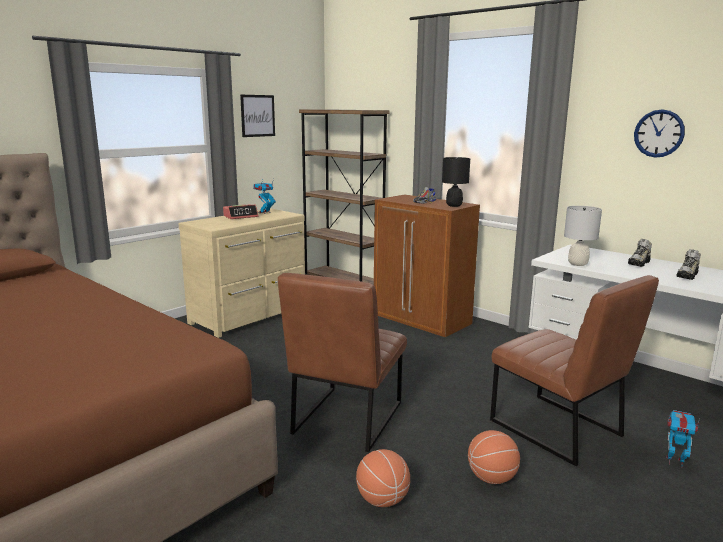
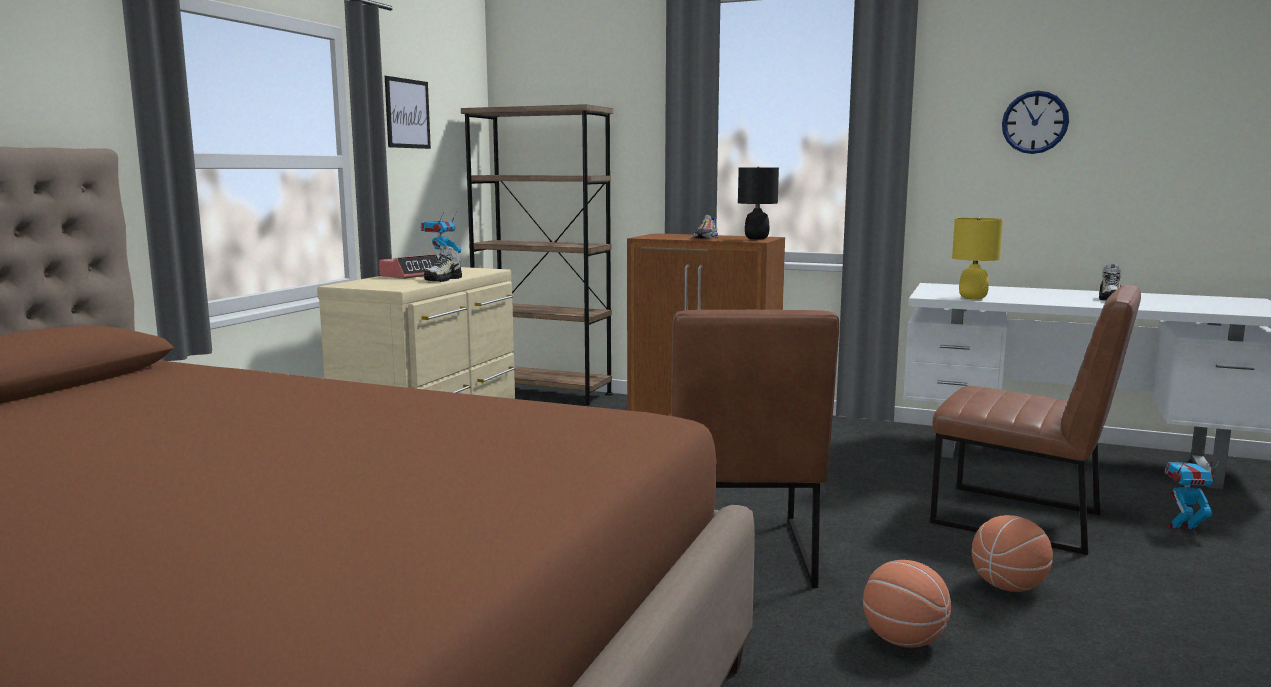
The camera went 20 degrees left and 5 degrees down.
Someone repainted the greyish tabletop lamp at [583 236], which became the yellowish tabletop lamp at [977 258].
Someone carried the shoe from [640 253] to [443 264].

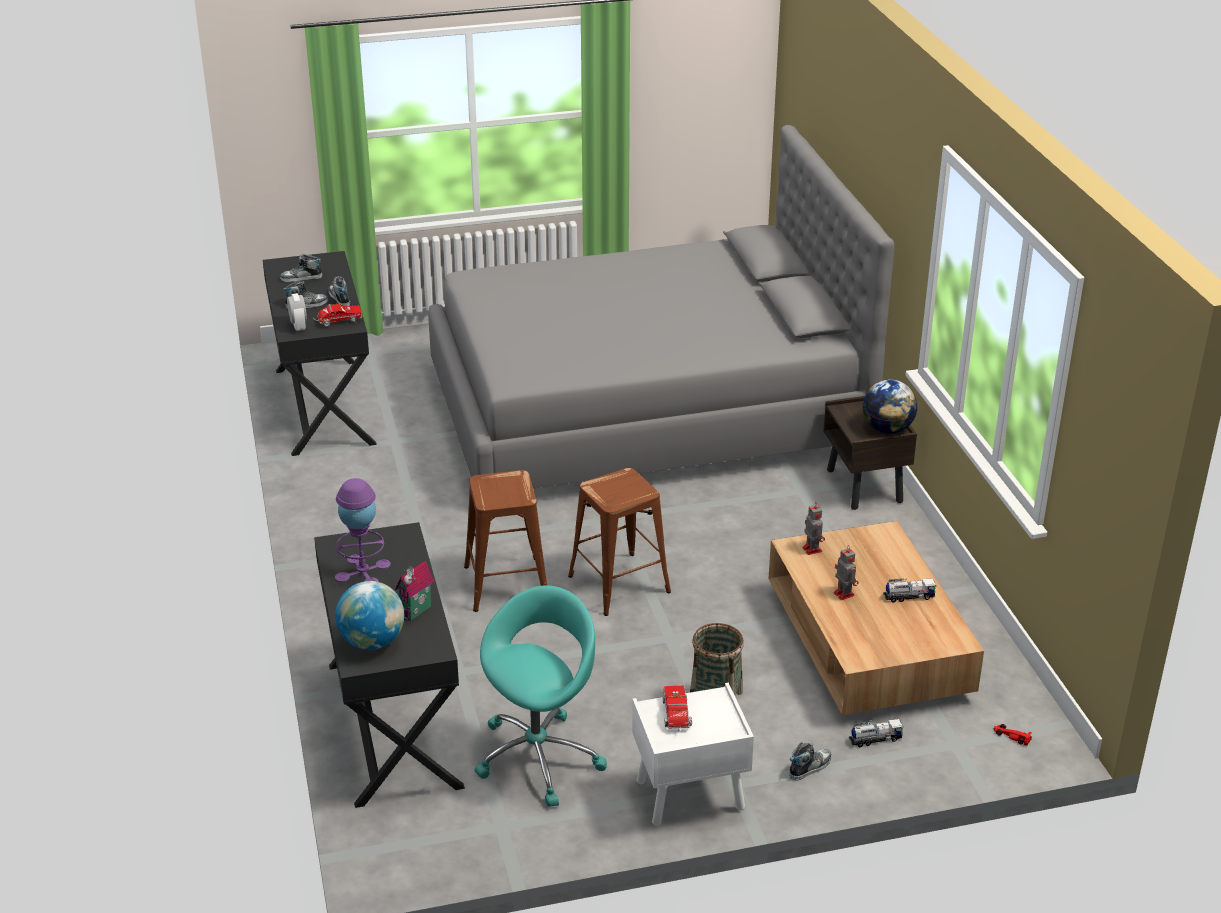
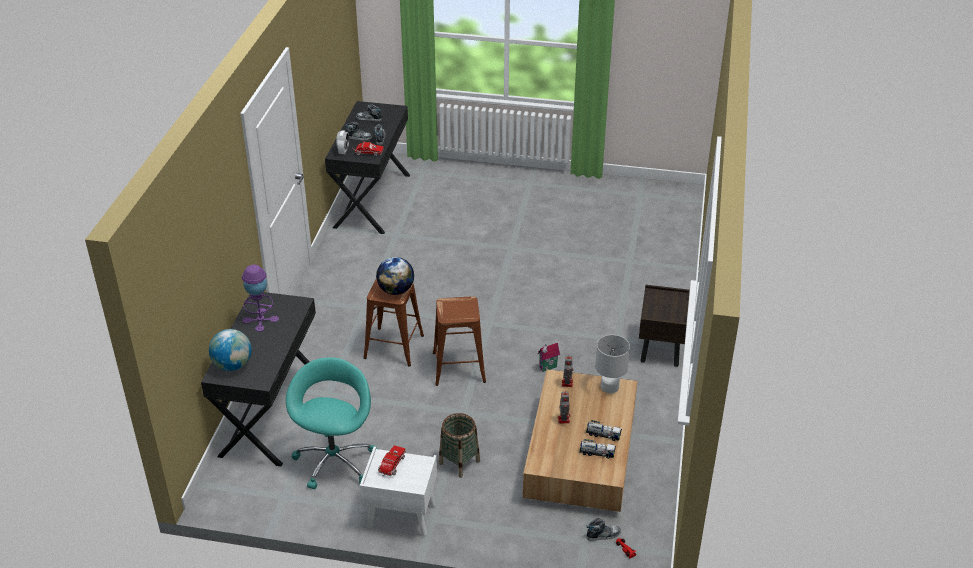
The camera went 25 degrees right and 5 degrees up.
Someone carried the miniature house from [414 590] to [549 357].
Someone took away the greyish sleeping bed at [661 307].
Someone rotated the blue-green desk chair at [541 696] by 60 degrees counterclockwise.
Someone carried the shoe from [810 761] to [603 529].
Someone carried the model truck from [876 733] to [597 449].
Someone carried the world globe from [890 407] to [395 276].
Someone put down the greyish tabletop lamp at [612 364].

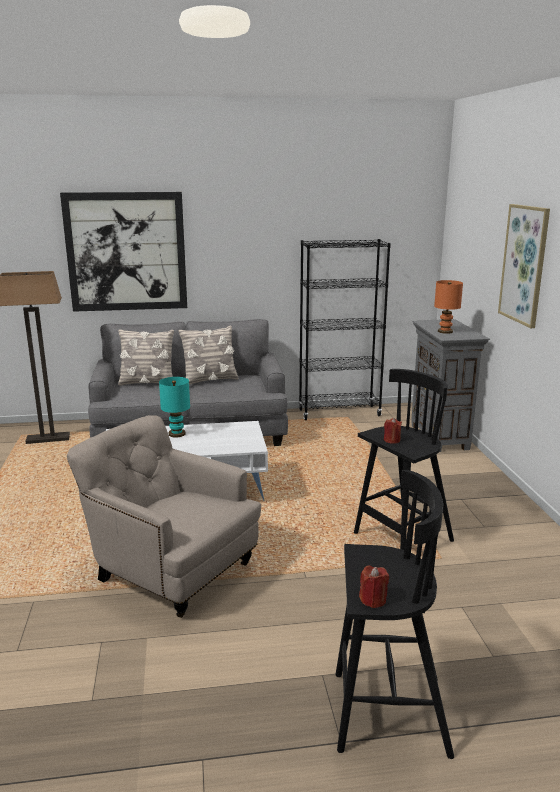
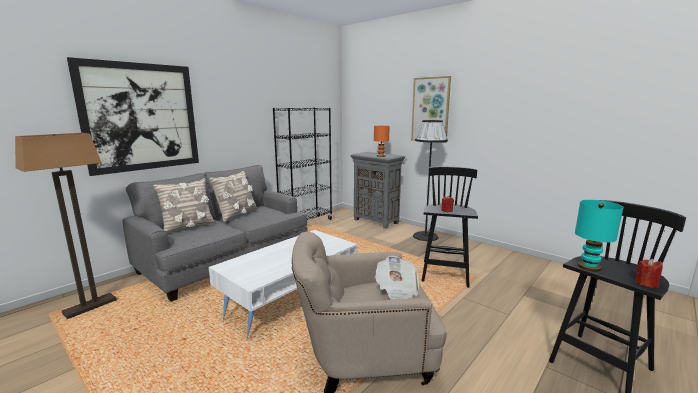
The camera went 40 degrees left and 5 degrees down.
Someone carried the blue-green tabletop lamp from [174 407] to [599 236].
Someone put down the daily paper at [397 278].
Someone put down the black-coloured standing lamp at [430 180].

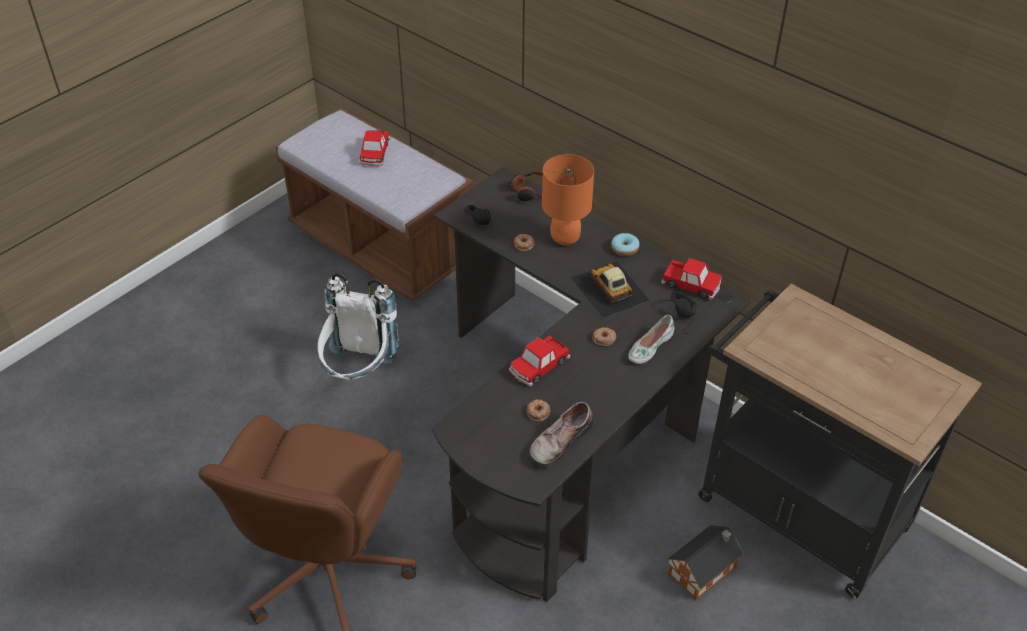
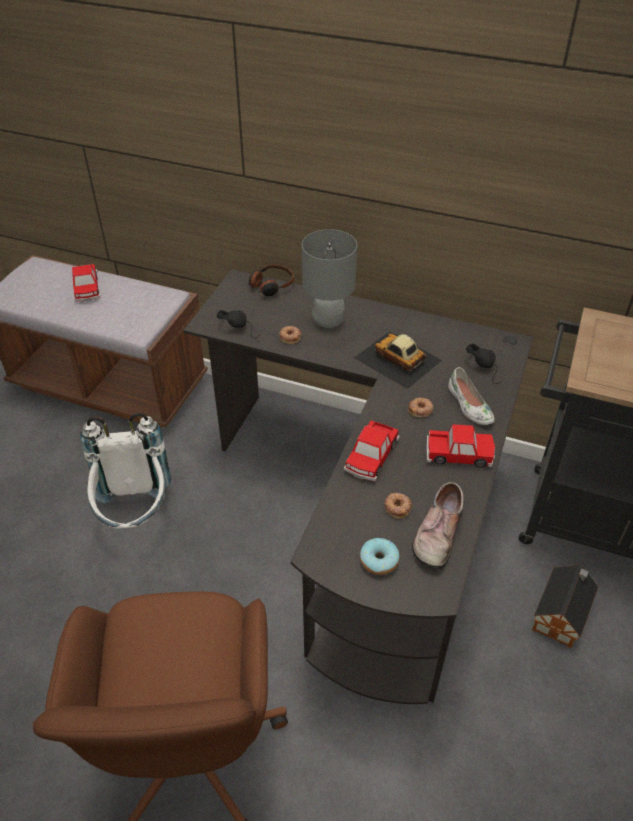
The camera went 20 degrees left and 0 degrees up.
Someone repainted the orangey tabletop lamp at [568 199], which became the greyish tabletop lamp at [329 278].
Someone carried the doughnut from [625 244] to [380 556].
Someone rotated the white-coloured shoe at [651 339] by 45 degrees counterclockwise.
Someone carried the miniature car from [691 279] to [460 445].

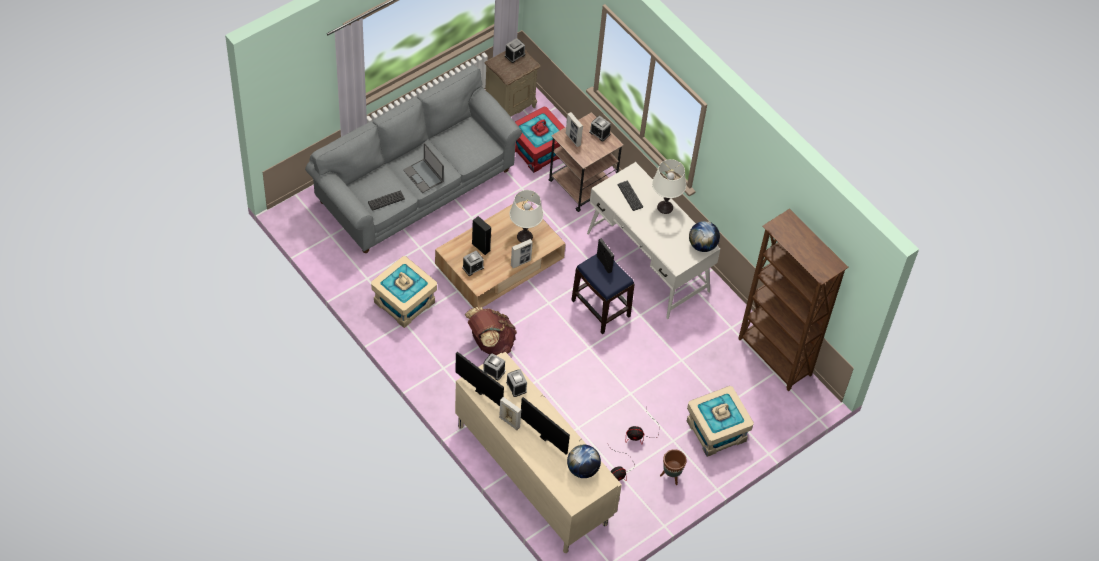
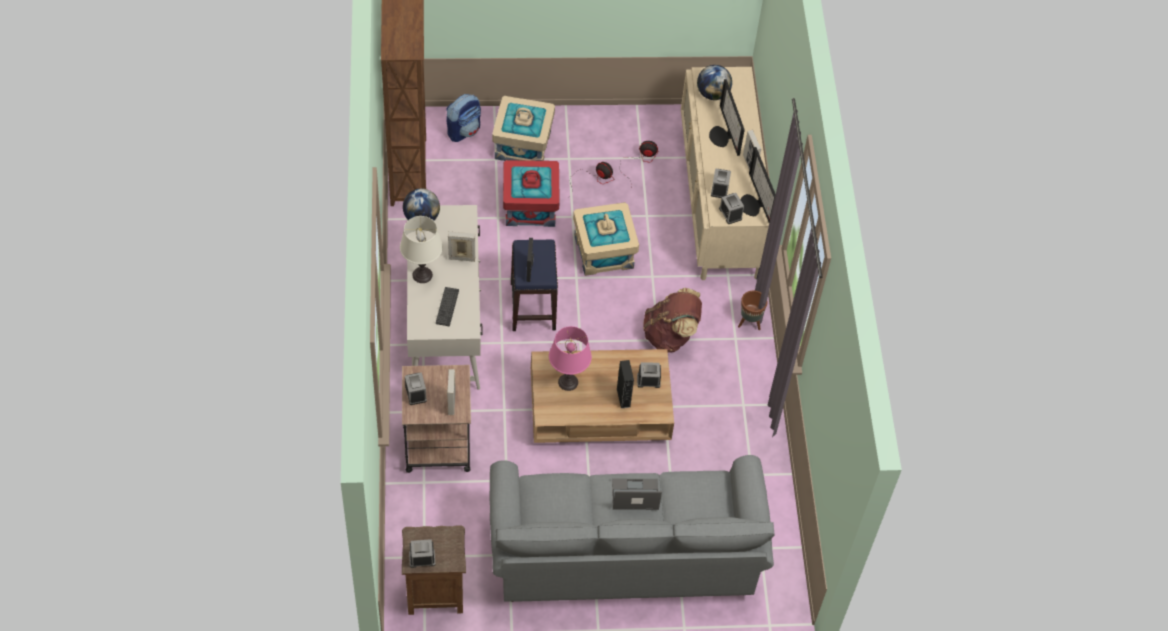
The camera went 145 degrees left and 0 degrees up.
Someone took away the computer keyboard at [386 201].
Someone carried the beige storage container from [404 292] to [606 239].
Someone rotated the laptop at [423 168] by 90 degrees counterclockwise.
Someone repainted the white-coloured tabletop lamp at [526 216], which became the pinkish tabletop lamp at [570 358].
Someone carried the photo frame from [522 253] to [461 247].
Someone carried the red-coloured storage container from [540 140] to [531 193].
Someone carried the brownish planter from [673 467] to [753 310].
Someone put down the knapsack at [463 118].

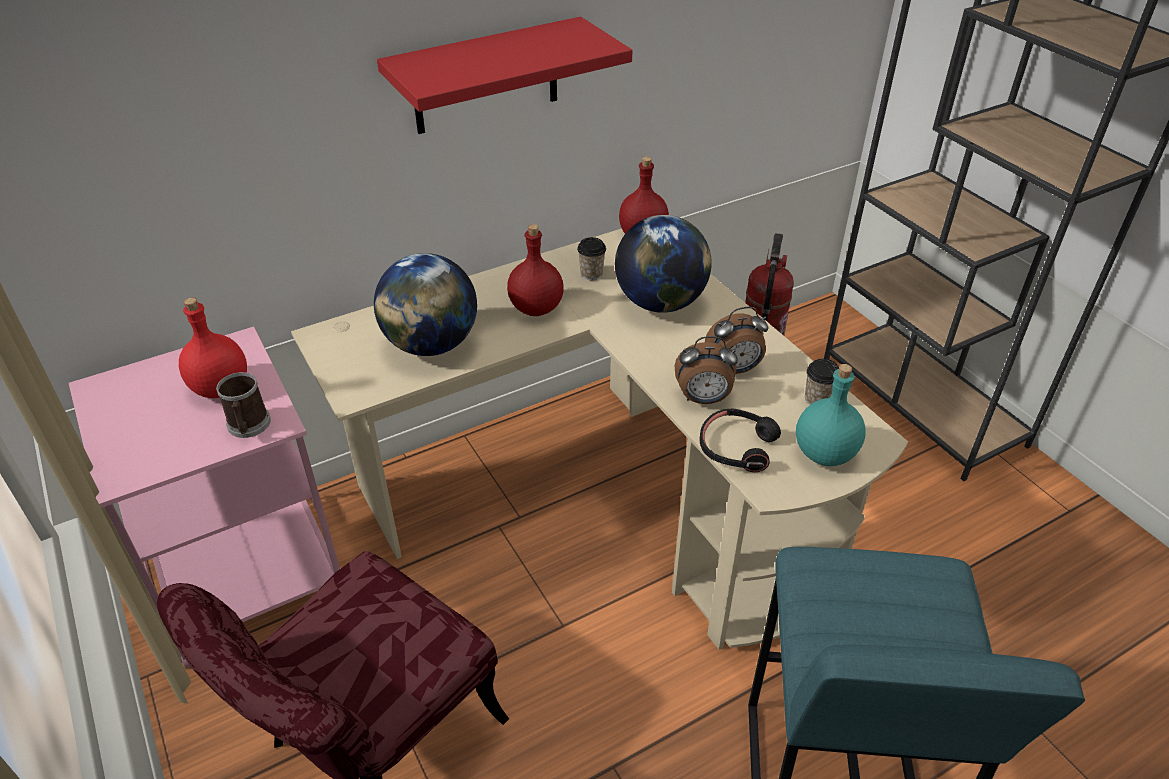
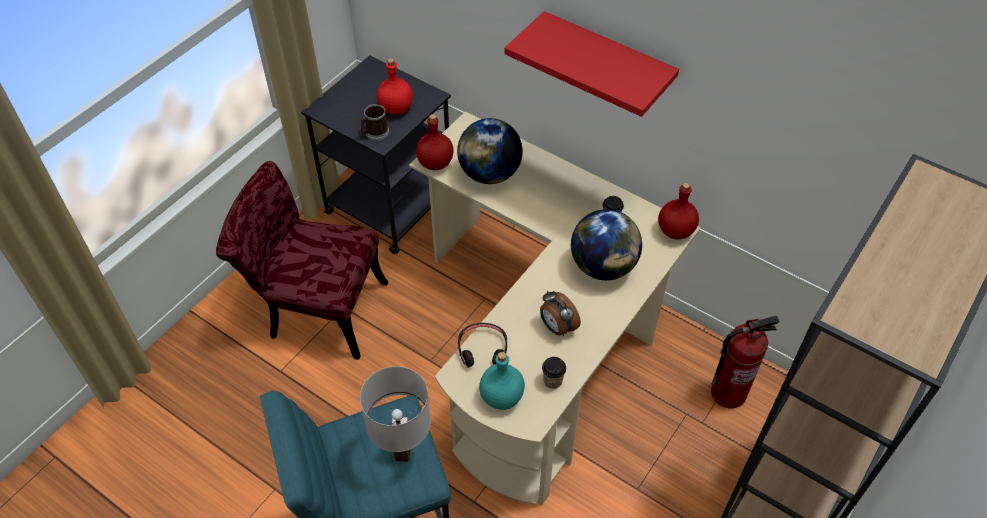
The camera went 65 degrees right and 10 degrees up.
Someone repainted the pinkish trolley at [204 498], which became the black-coloured trolley at [376 154].
Someone carried the red-coloured bottle from [535 270] to [435 142].
Someone took away the bedside clock at [706 370].
Someone put down the white-coloured tabletop lamp at [395 414].

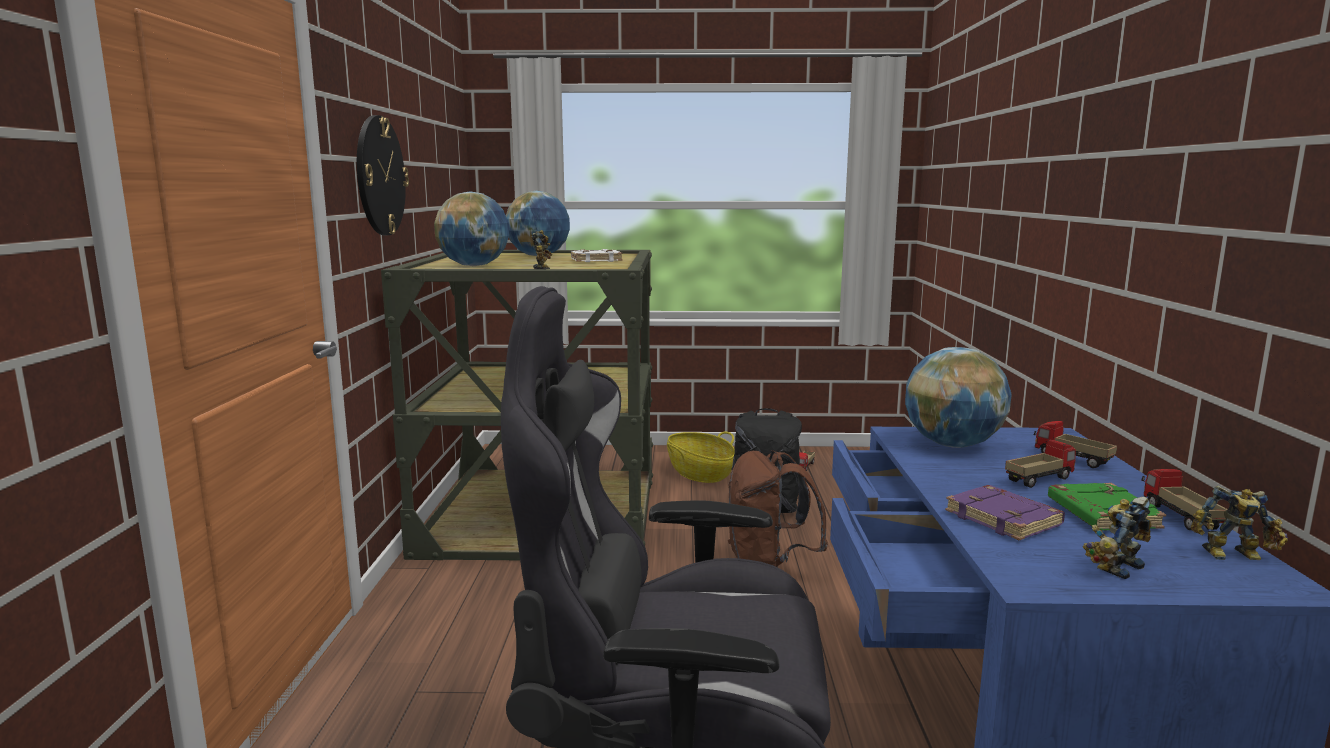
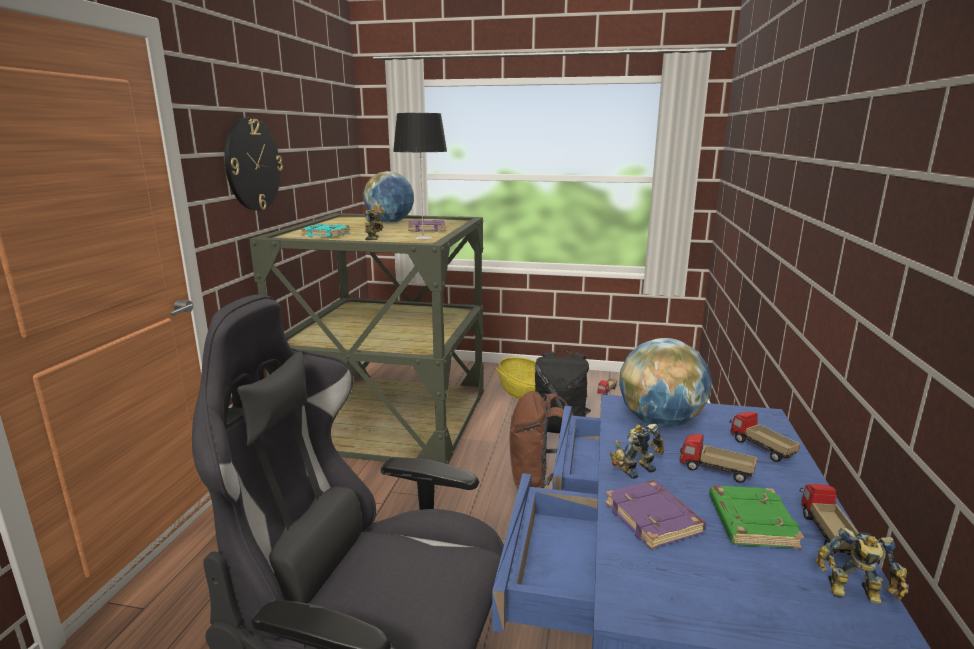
The camera went 10 degrees right and 5 degrees up.
Someone swapped the world globe at [471 228] for the blue-green book at [325 230].
Someone repainted the white-coloured book at [596 255], which became the purplish book at [426 226].
Someone rotated the model truck at [1040 464] by 135 degrees counterclockwise.
Someone carried the model robot from [1117 538] to [637 451].
Someone put down the tabletop lamp at [420 176].

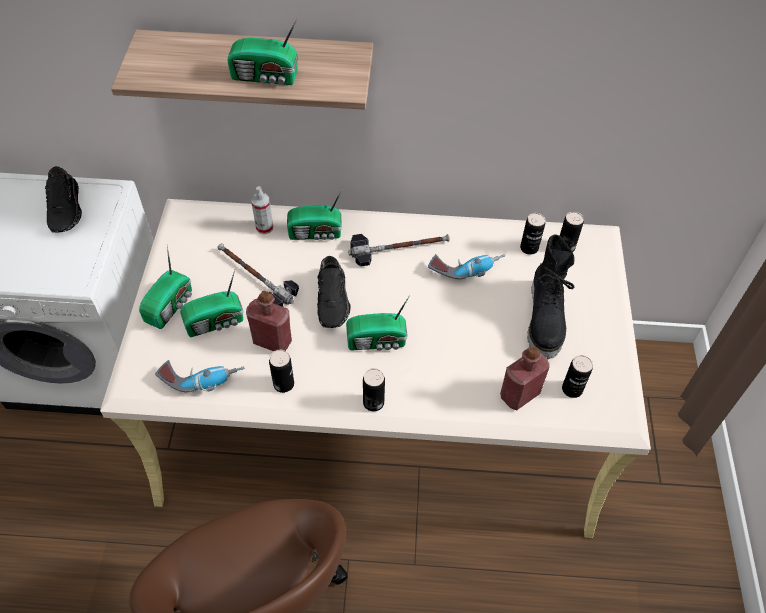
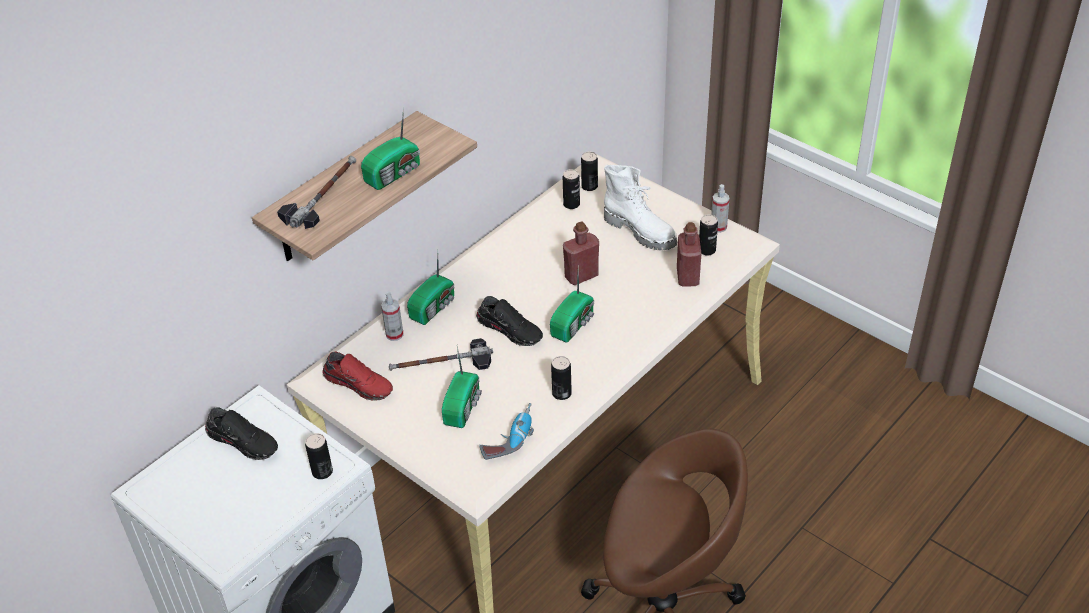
The camera went 50 degrees left and 10 degrees down.
Someone took away the radio receiver at [165 287].
Someone carried the red-coloured bottle from [269 321] to [581 253].
Someone carried the tool hammer from [399 250] to [316 192].
Someone carried the metal can from [374 390] to [319 456].
Someone took away the electric drill at [466 266].
Someone repainted the black-coloured tall boot at [551 296], which became the white-coloured tall boot at [640 207].
Someone put down the red-coloured shoe at [357 376].
Someone put down the hand sprayer at [720 208].

